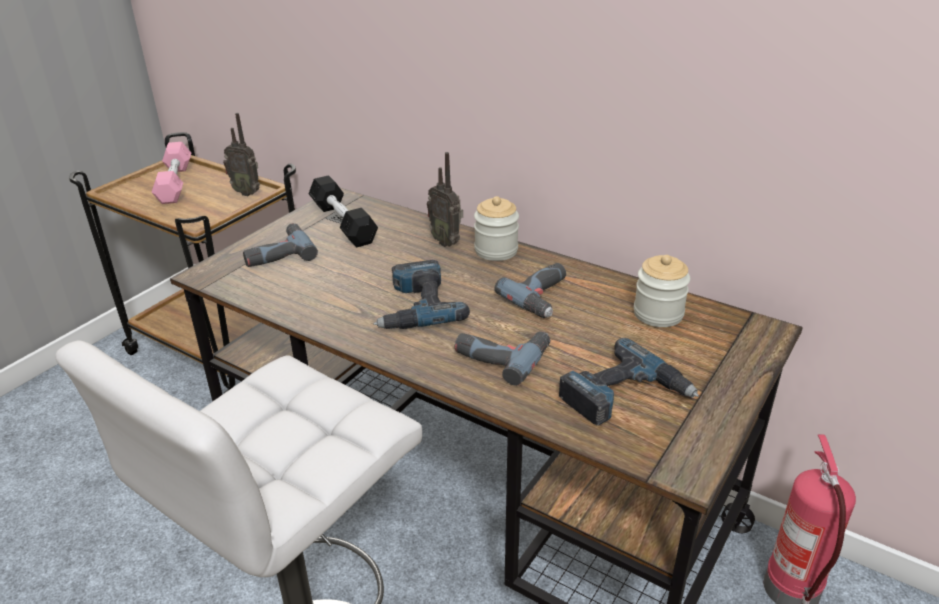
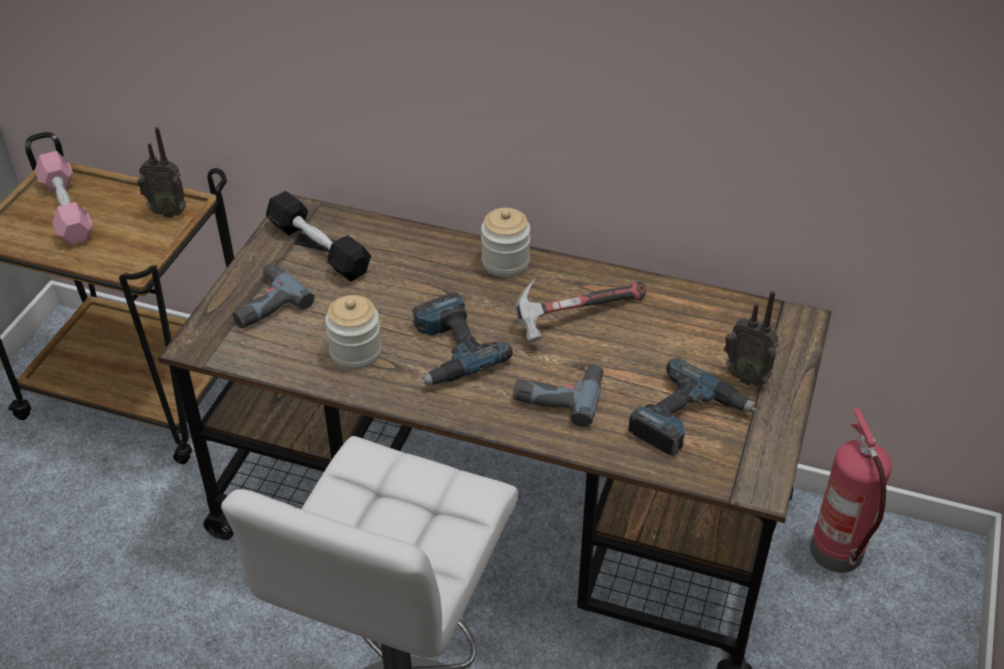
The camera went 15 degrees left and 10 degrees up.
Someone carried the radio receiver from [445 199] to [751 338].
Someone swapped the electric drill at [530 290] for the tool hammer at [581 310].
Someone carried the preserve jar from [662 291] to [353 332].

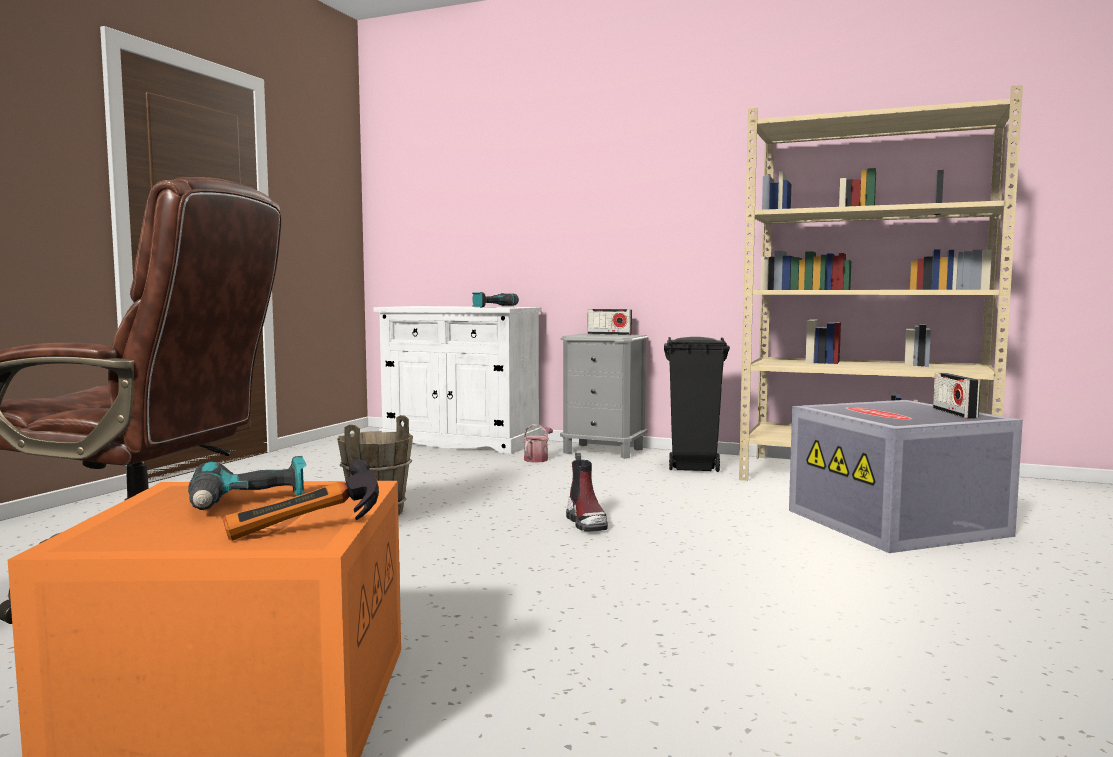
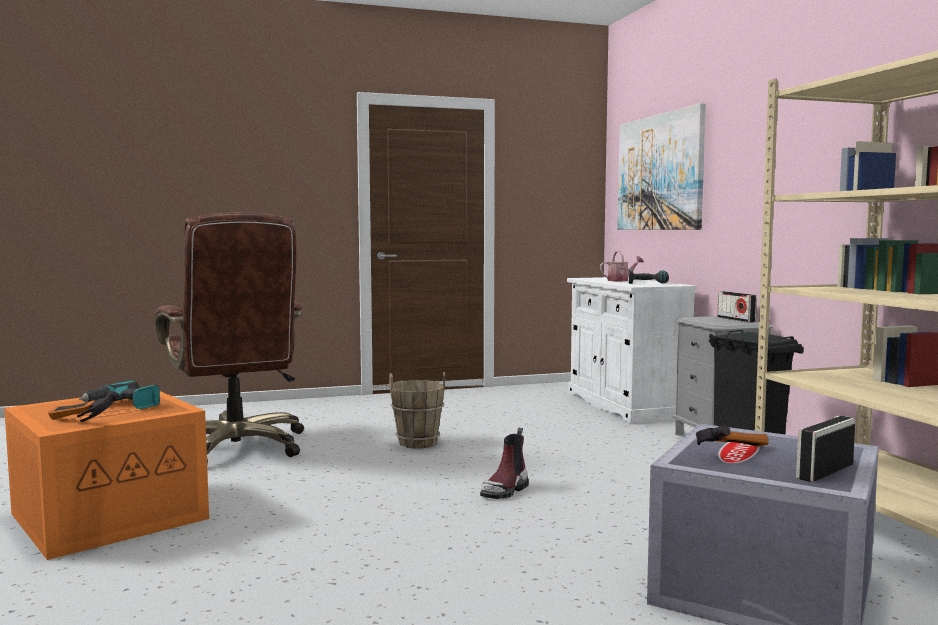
The camera went 50 degrees right and 0 degrees up.
Someone carried the sprinkling can from [538 443] to [622 266].
Someone put up the wall art at [661 166].
Someone put down the tool hammer at [732 436].

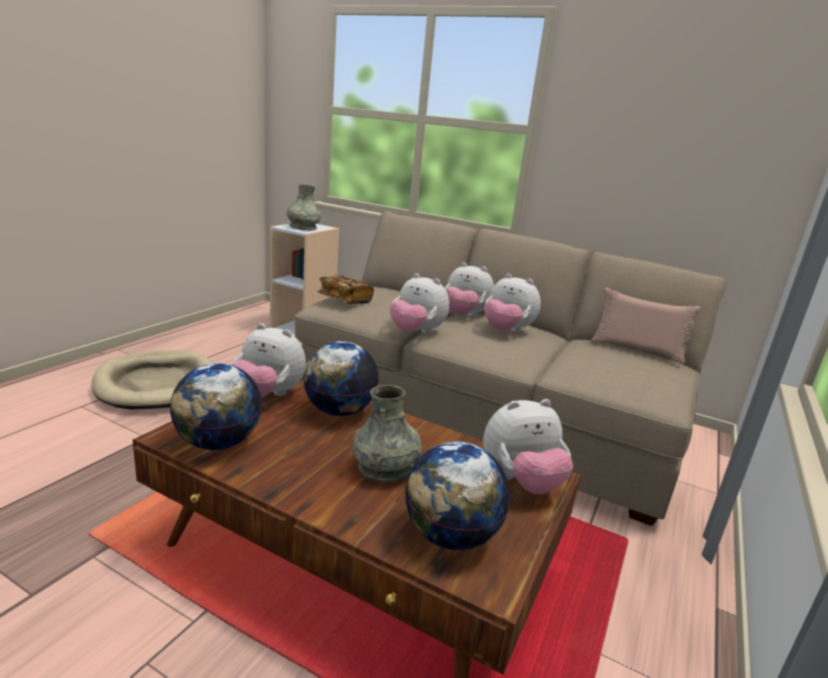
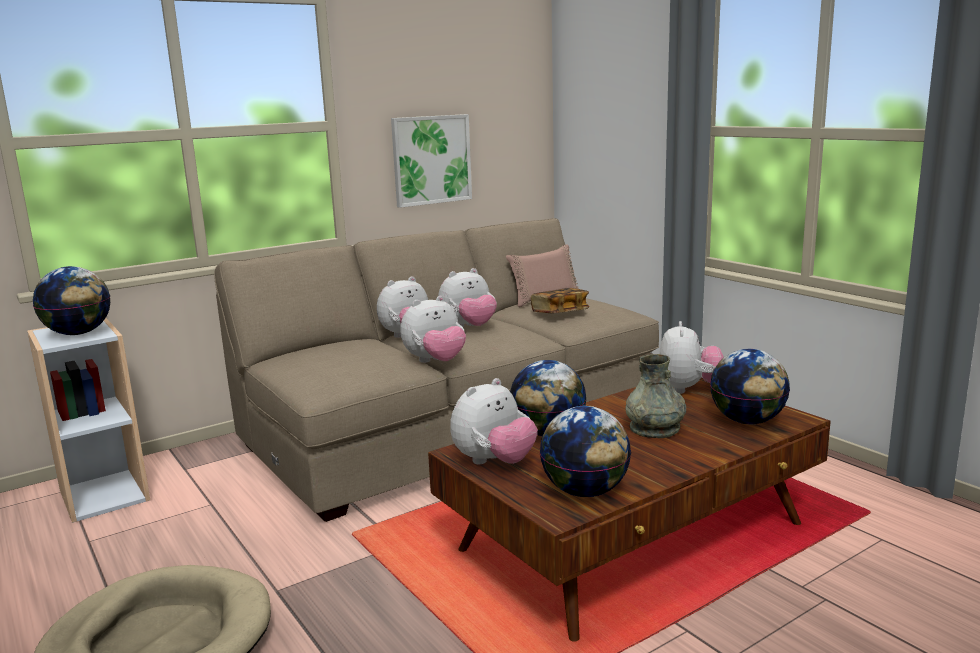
The camera went 60 degrees left and 5 degrees down.
Someone swapped the greyish flower vase at [304 207] for the world globe at [71 300].
Someone carried the book from [346 289] to [560 300].
Someone put up the wall art at [431 161].

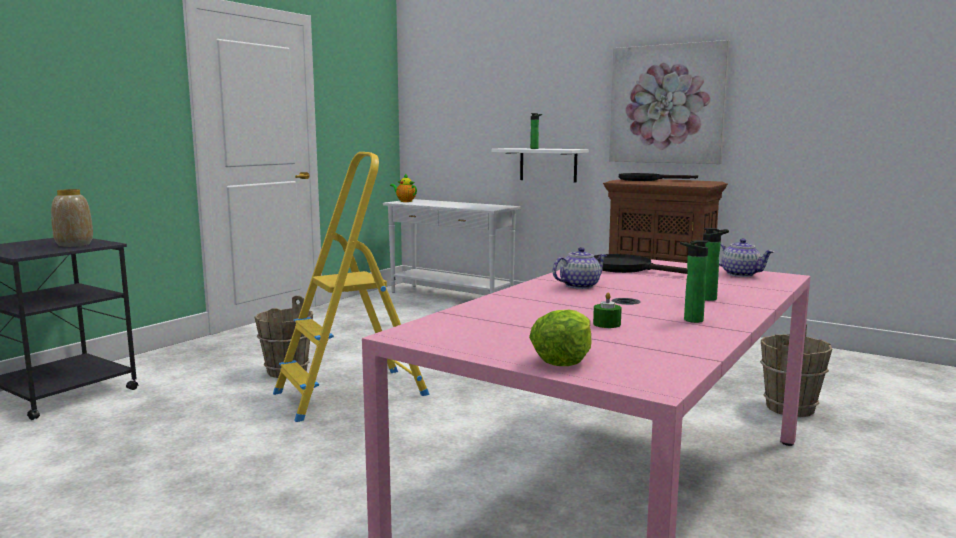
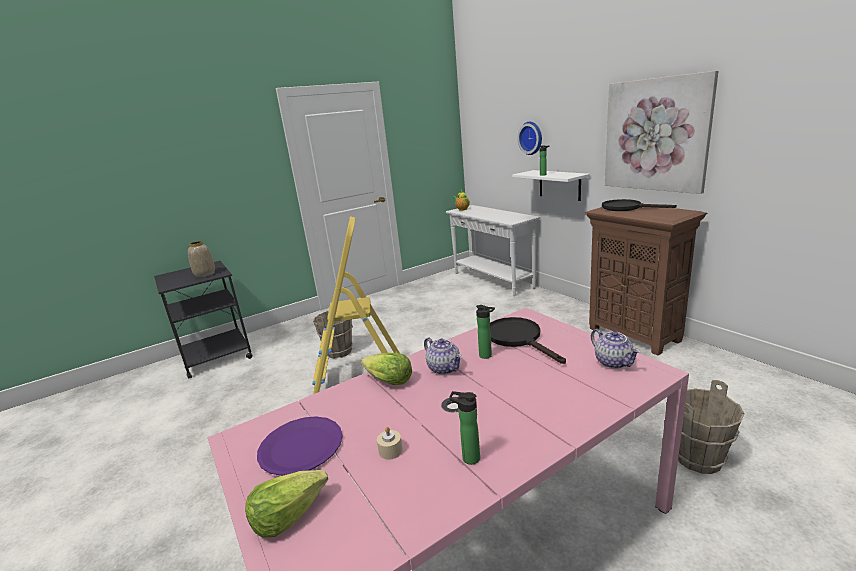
The camera went 25 degrees right and 10 degrees up.
Someone rotated the teapot at [580 268] by 60 degrees clockwise.
Someone repainted the greenish wax light at [607 310], which became the beige wax light at [390 443].
Someone carried the bottle from [716 264] to [485 332].
Someone put down the purplish flat dish at [300 446].
Someone put down the lettuce head at [386 368].
Someone put up the wall clock at [529 138].

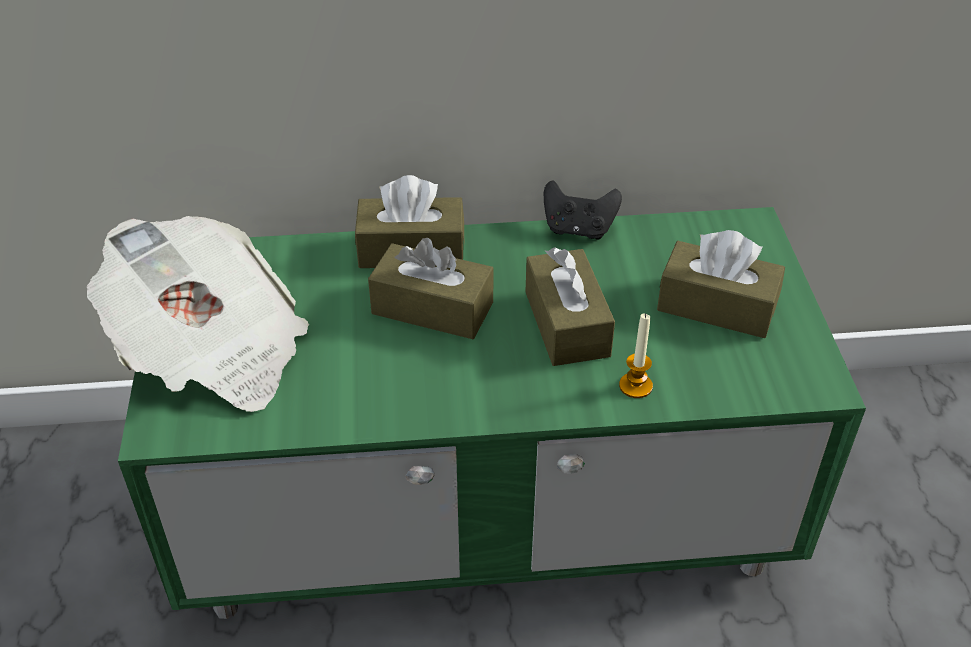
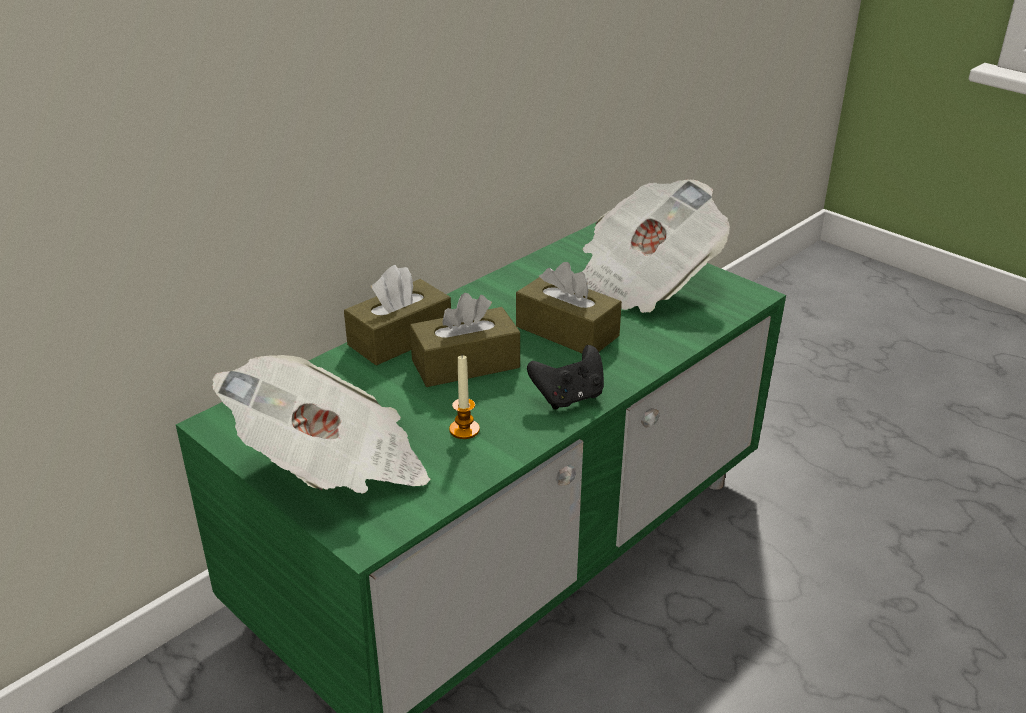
The camera went 40 degrees left and 10 degrees down.
Someone carried the black-coloured joypad from [583 210] to [565 377].
Someone carried the wax light from [636 355] to [464 397].
Someone swapped the brownish box of tissues at [721 284] for the daily paper at [656 246].

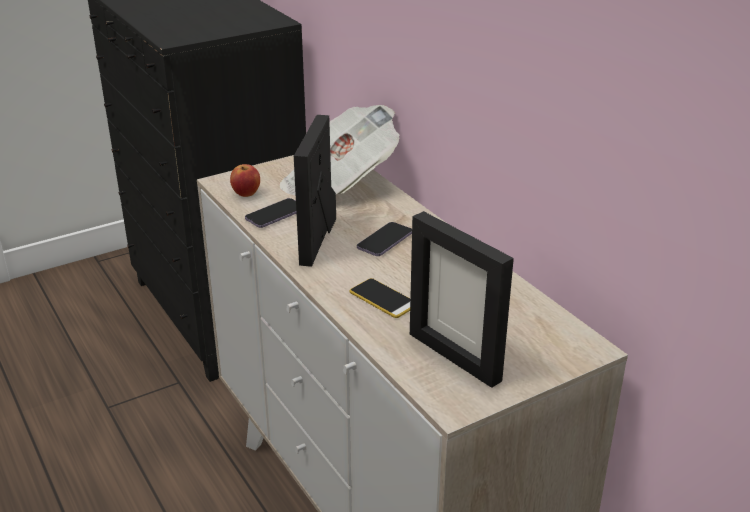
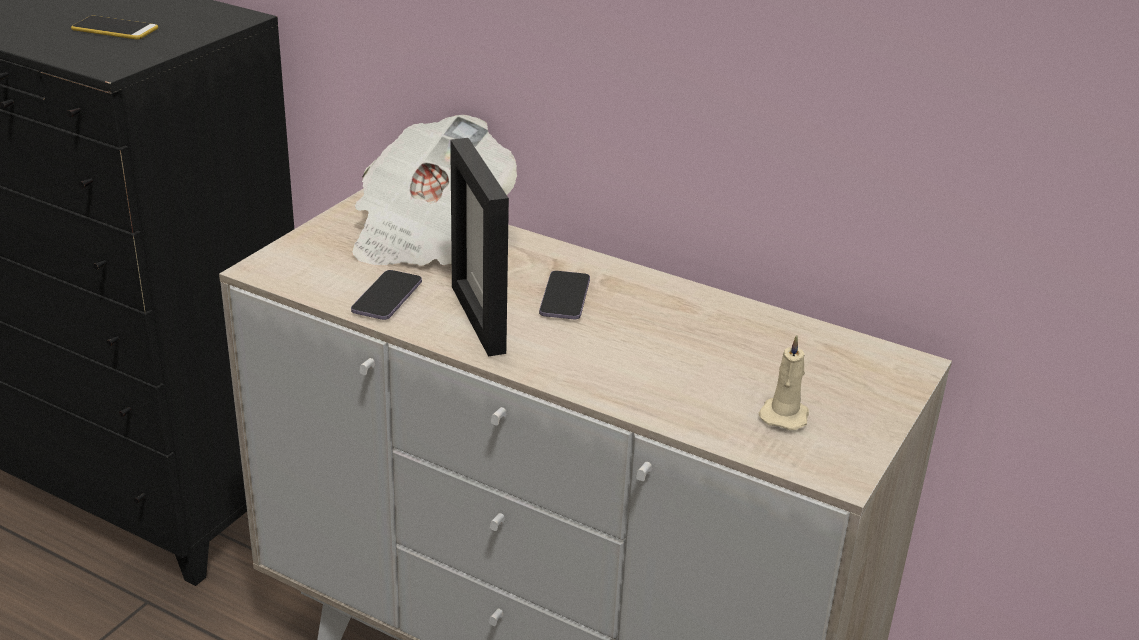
The camera went 30 degrees left and 0 degrees up.
Someone took away the apple fruit at [245 180].
Someone carried the telephone from [380 298] to [114 27].
Someone swapped the photo frame at [462 299] for the beige wax light at [784 382].

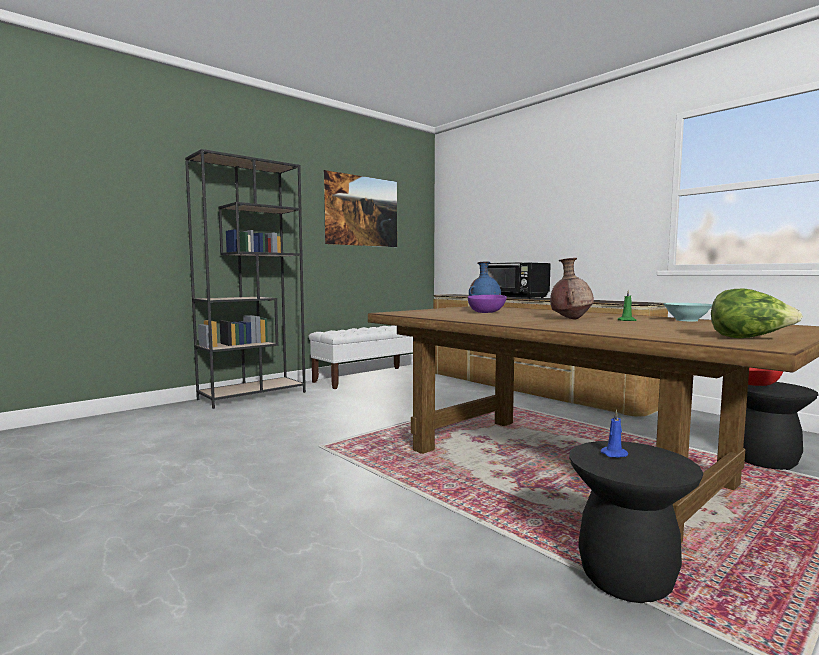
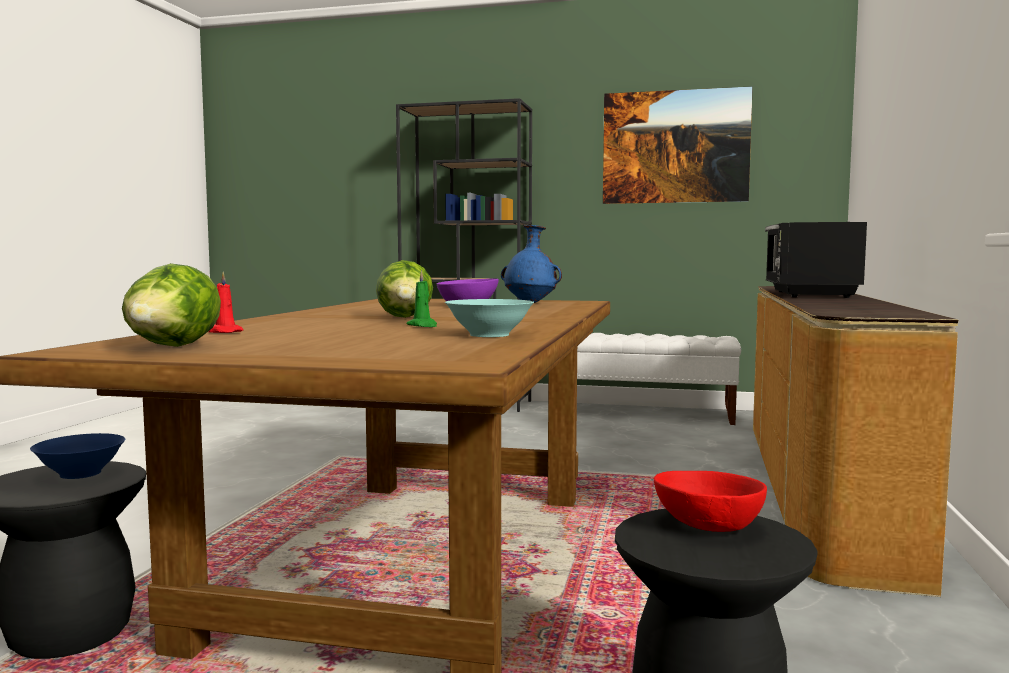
The camera went 55 degrees right and 0 degrees up.
Someone swapped the brownish flower vase at [572 289] for the lettuce head at [404 289].
Someone swapped the bluish wax light at [614 434] for the bluish serving bowl at [77 456].
Someone put down the red-coloured wax light at [225 302].

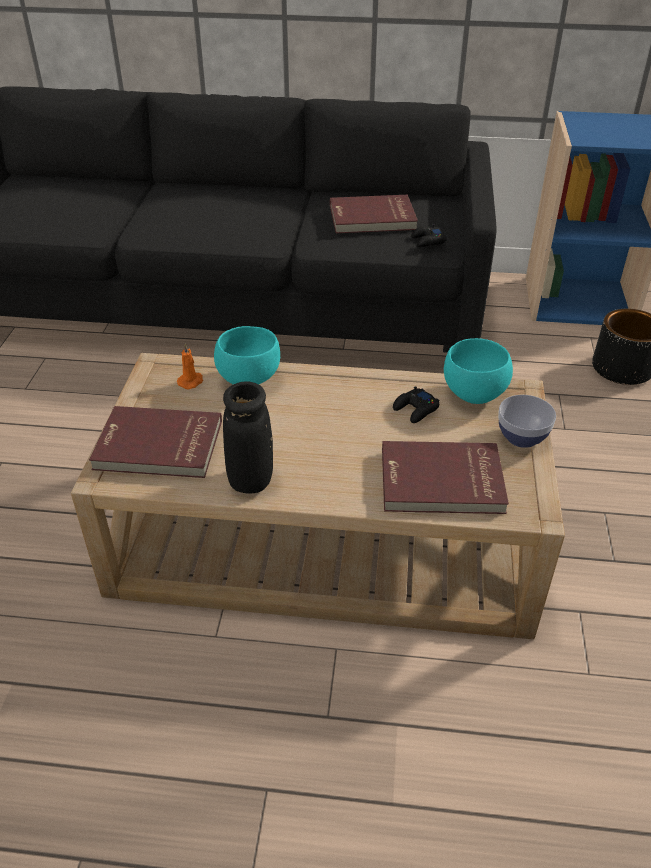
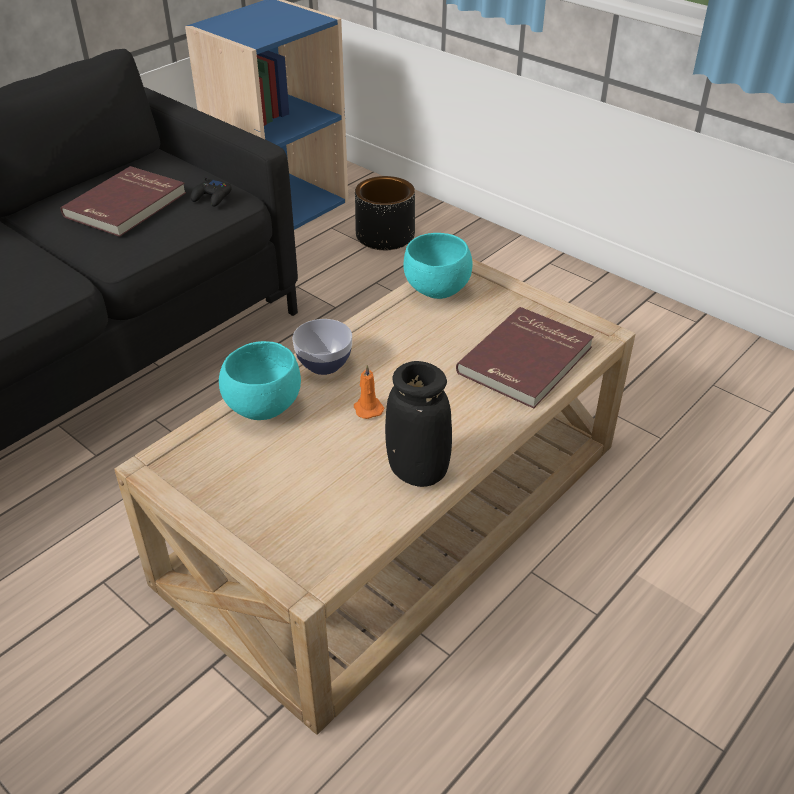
The camera went 55 degrees left and 0 degrees up.
Someone took away the red-coloured book at [155 442].
Someone carried the orangey wax light from [190 366] to [369 392].
Someone took away the black-coloured joypad at [416 404].
Someone carried the serving bowl from [527 421] to [322 347].

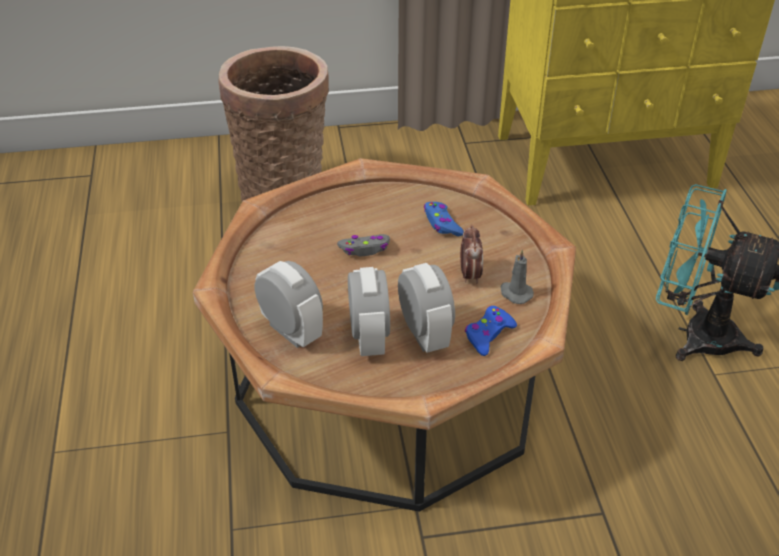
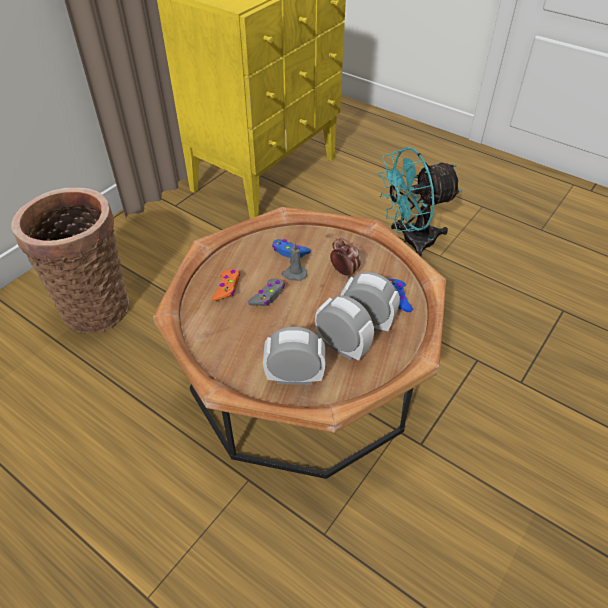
The camera went 45 degrees left and 5 degrees up.
Someone carried the greyish wax light from [517 277] to [294 262].
Someone put down the orangey joypad at [226 285].

